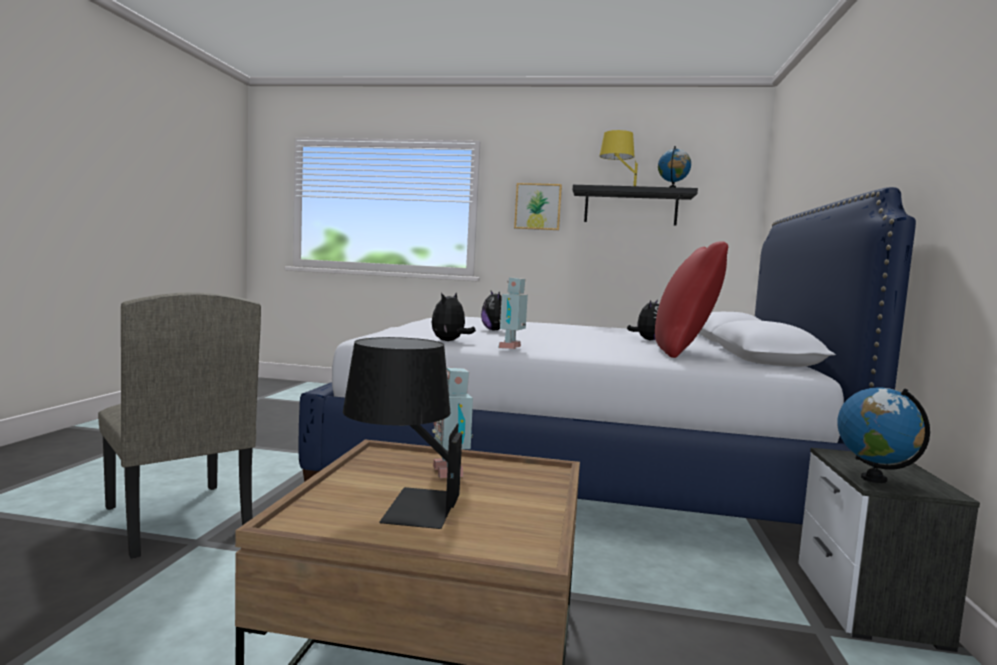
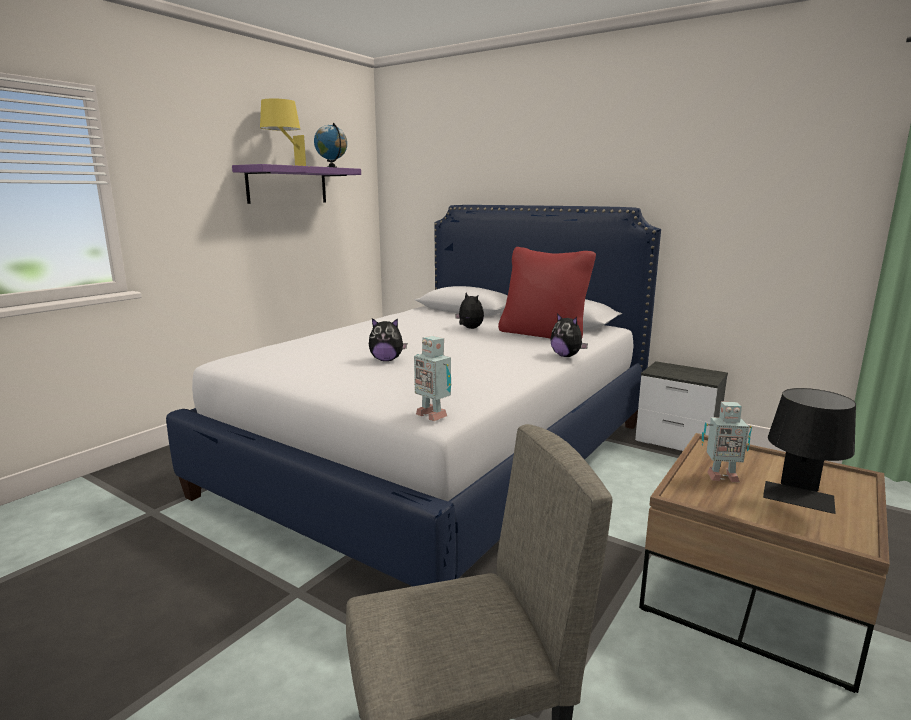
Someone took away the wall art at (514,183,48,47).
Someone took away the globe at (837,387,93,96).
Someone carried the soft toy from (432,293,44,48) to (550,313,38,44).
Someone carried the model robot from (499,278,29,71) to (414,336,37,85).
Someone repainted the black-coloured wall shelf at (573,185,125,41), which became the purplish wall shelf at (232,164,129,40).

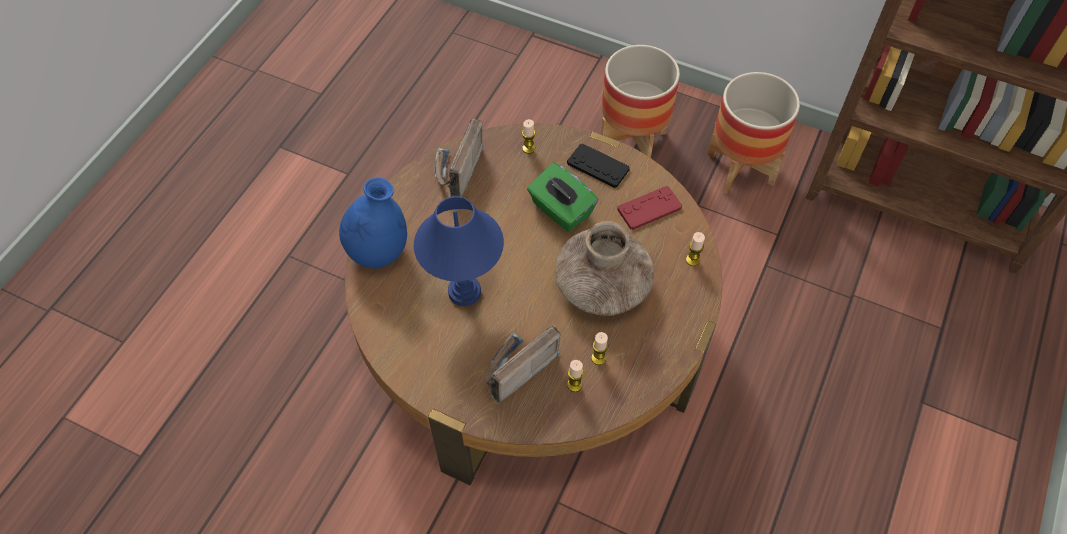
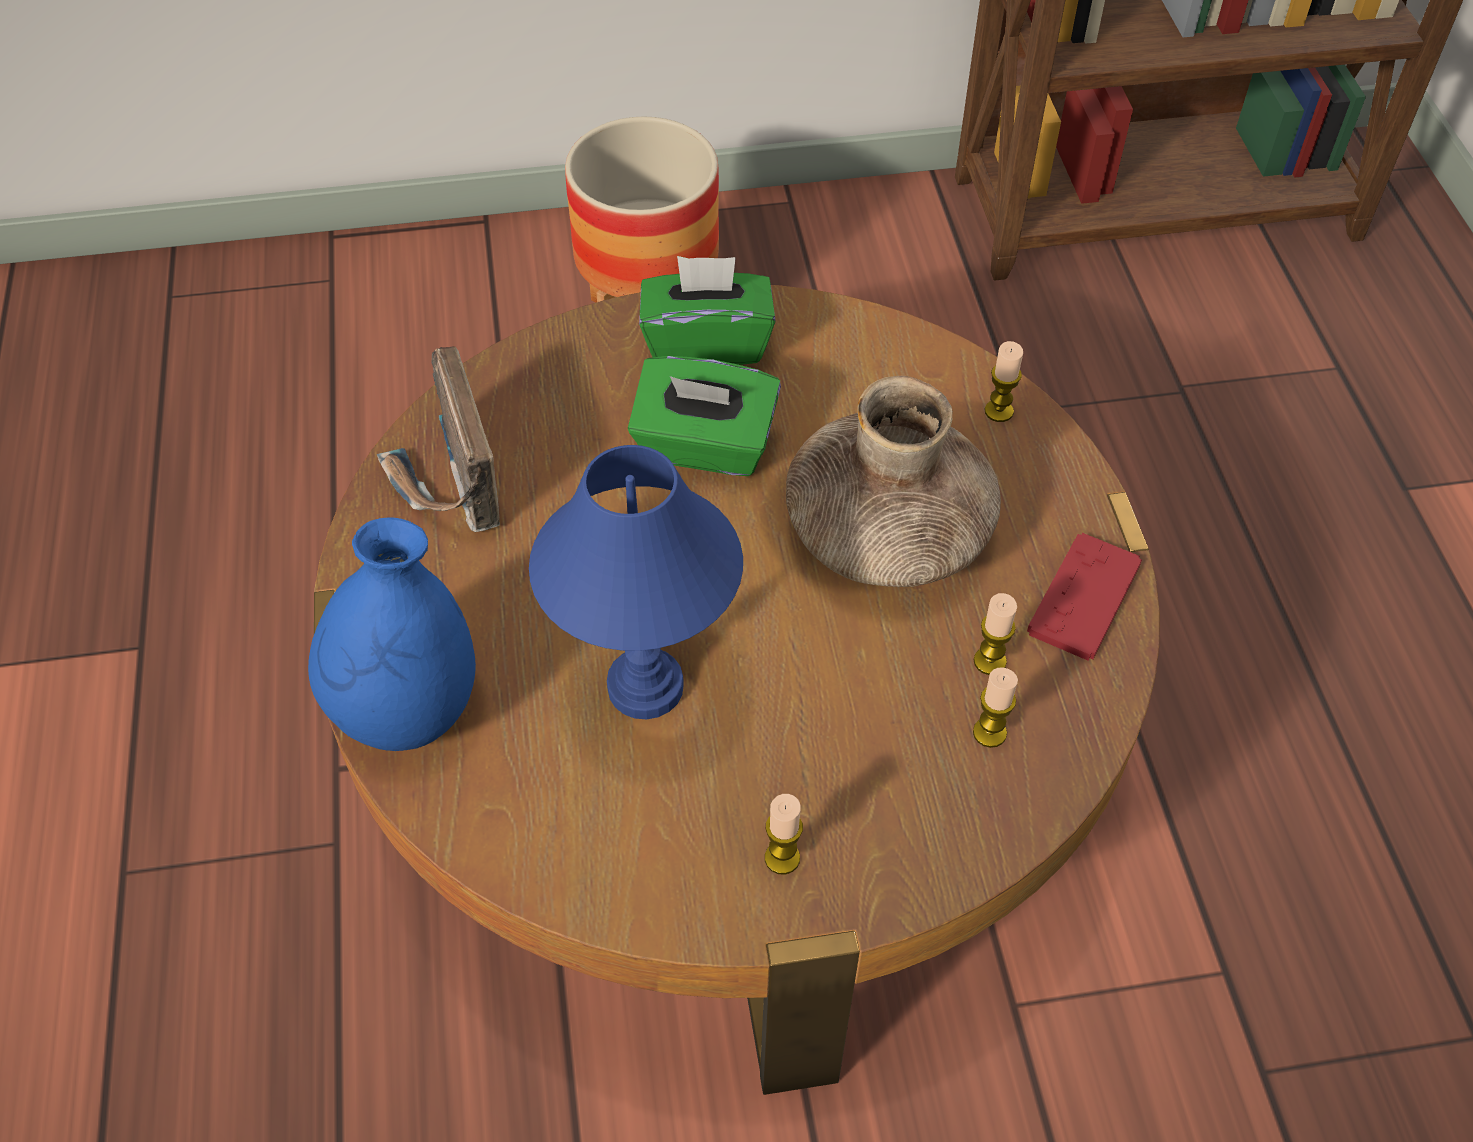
Someone took away the radio receiver at (485,326,76,77).
Someone took away the flower pot at (708,72,92,122).
Someone carried the wax candle from (522,119,13,35) to (765,794,38,81).
Someone carried the red game controller from (617,186,65,44) to (1027,533,115,128).
Someone swapped the black-coloured game controller at (567,143,63,45) for the green-coloured tissue box at (639,256,137,109).

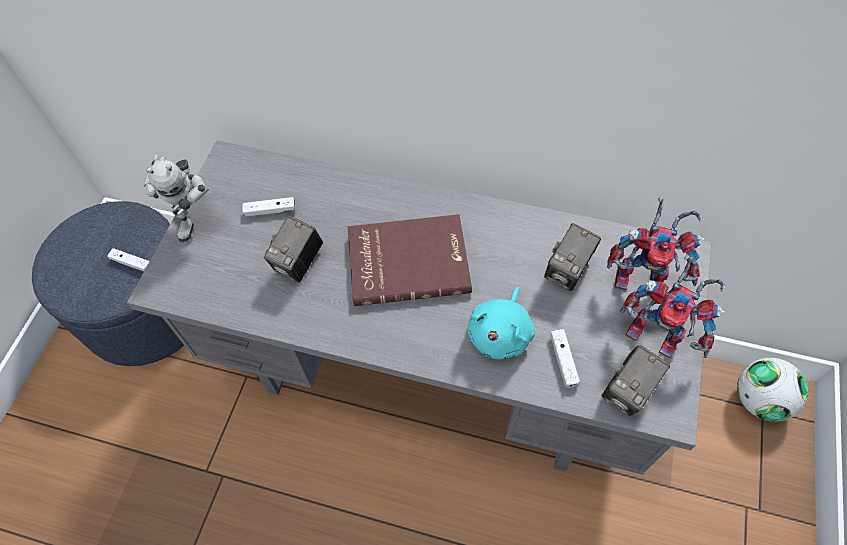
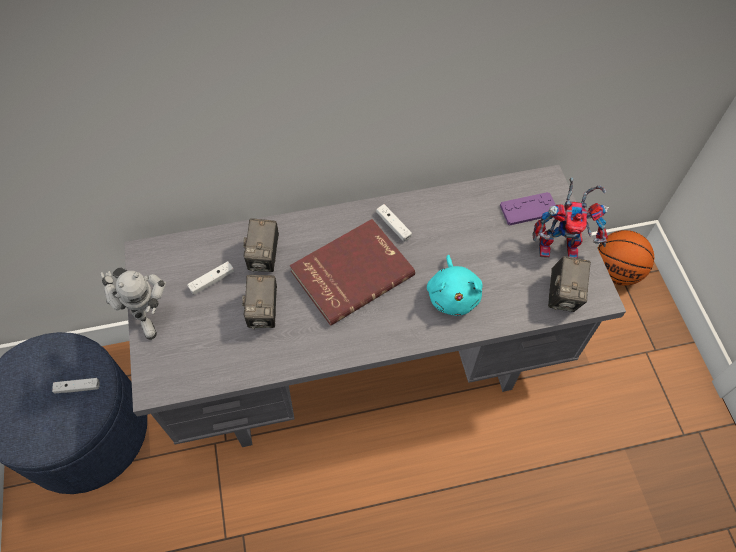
Someone carried the photo camera from (544,223,57,68) to (243,218,36,54).
Someone carried the whitish game controller from (550,329,30,59) to (376,204,36,38).
Someone swapped the model robot at (607,197,97,93) for the purplish game controller at (500,192,56,33).
Someone swapped the ball for football at (737,358,71,64) for the basketball ball at (598,230,56,56).

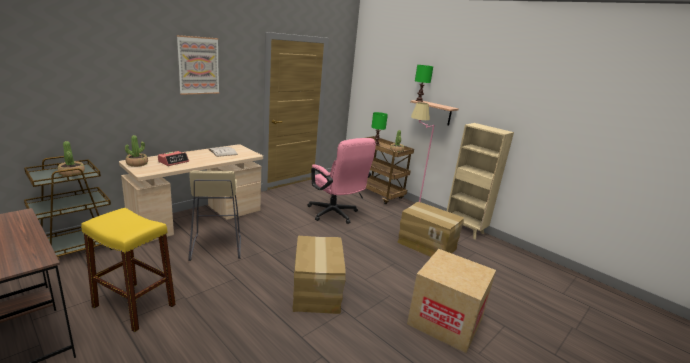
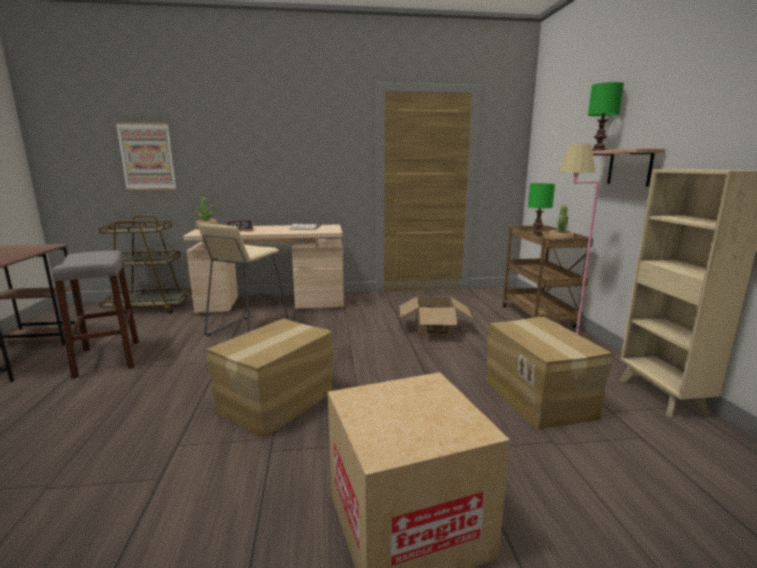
Someone took away the houseplant at (57,141,28,36).
Someone carried the wall art from (177,35,42,60) to (116,122,60,68).
Someone swapped the pink office chair at (307,138,69,86) for the cardboard box at (400,296,73,39).
Someone repainted the yellow-coloured stool at (81,208,95,124), which became the greyish stool at (52,251,87,128).

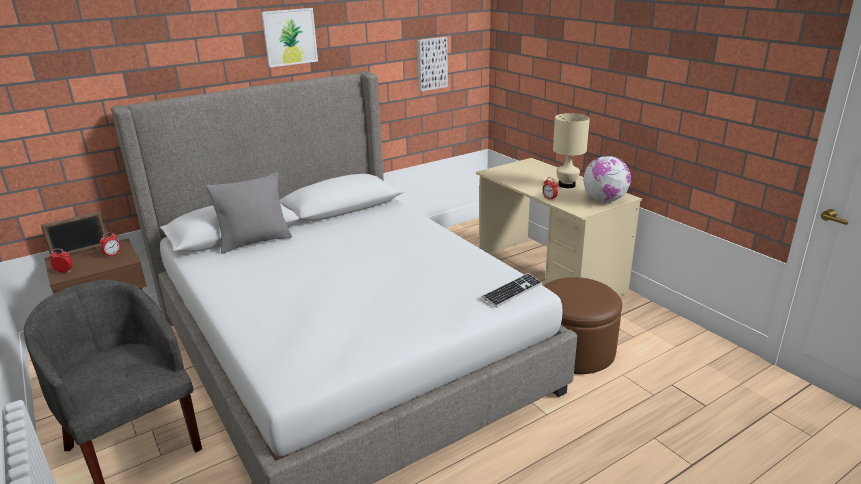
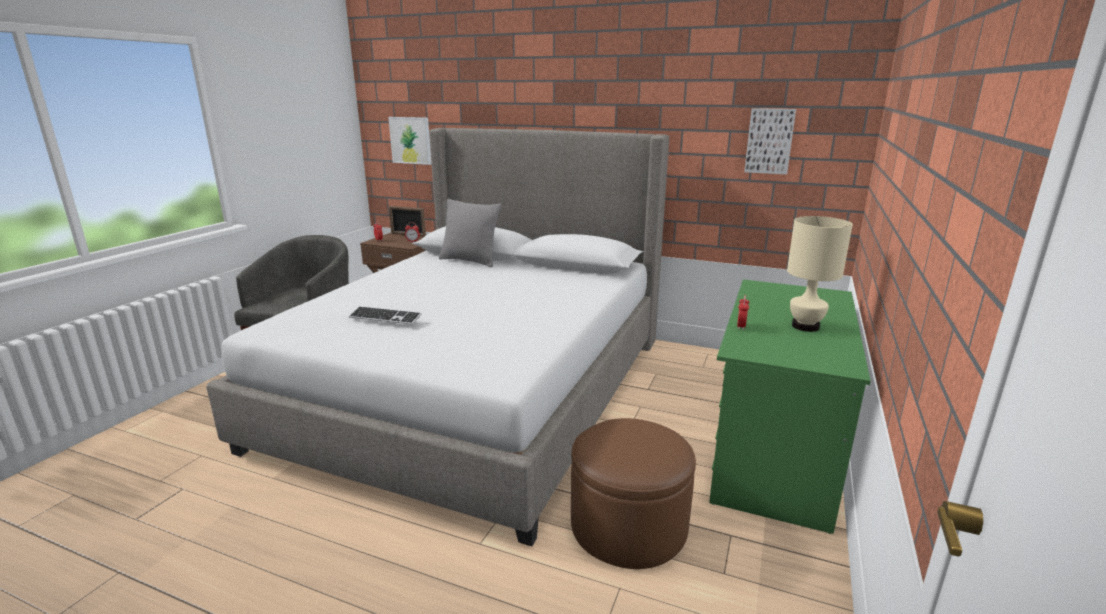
Someone took away the globe at (583,156,48,46).
Someone carried the wall art from (261,8,57,59) to (388,117,43,48).
Someone carried the PC keyboard from (482,273,60,34) to (349,306,73,19).
Someone repainted the beige-coloured desk table at (476,158,166,138), which became the green-coloured desk table at (709,279,162,255).

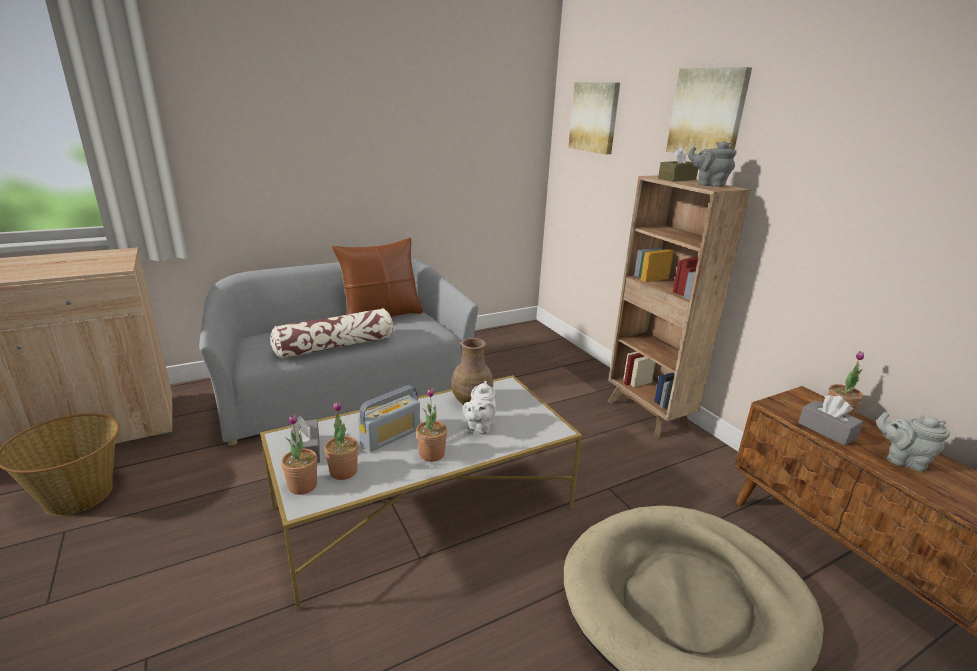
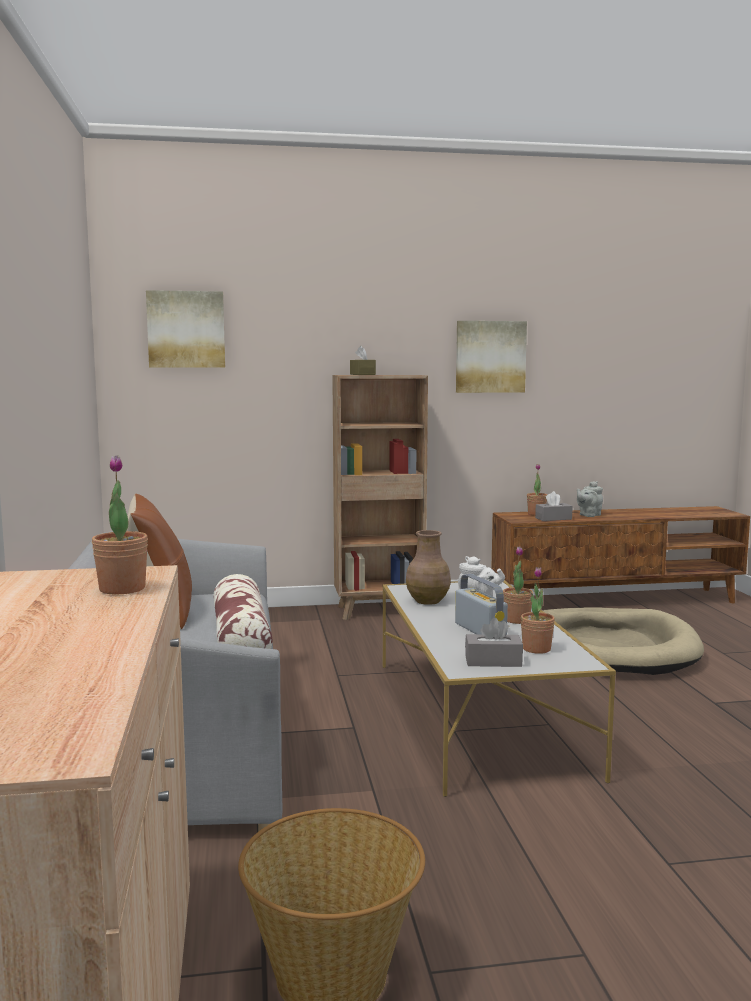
Someone took away the greyish pot for tea at (688,141,49,46).
Someone carried the houseplant from (281,414,36,81) to (92,455,56,139).
Someone carried the wall art from (666,67,86,88) to (456,321,71,72).

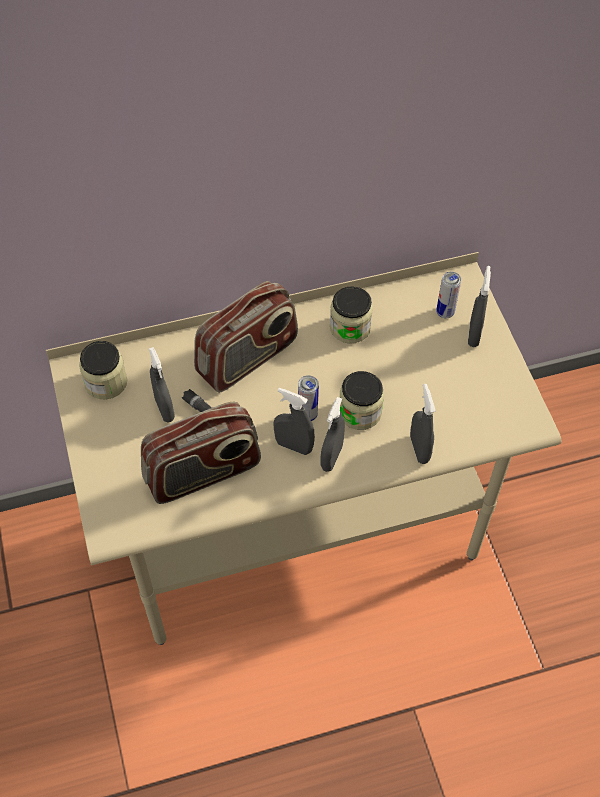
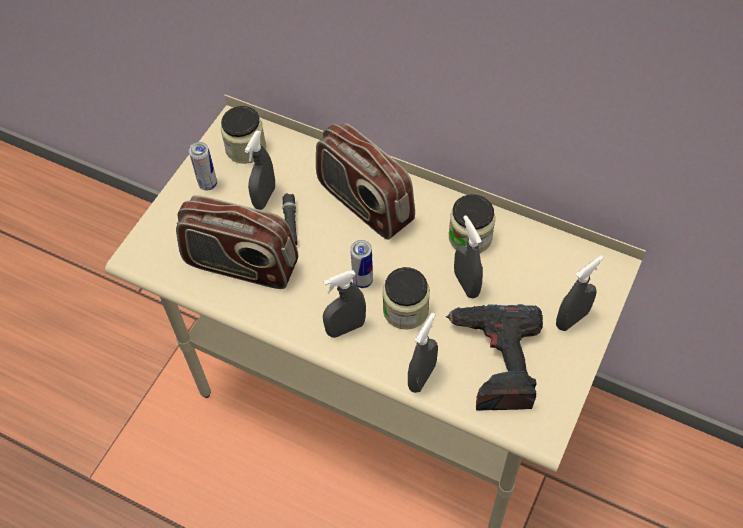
Someone put down the drill at (445,304,98,107).
Someone carried the greyish sprayer from (273,388,42,67) to (454,215,29,83).
Someone carried the sealed can from (436,271,25,47) to (189,142,28,49).
Someone rotated the radio receiver at (194,281,104,112) by 45 degrees clockwise.

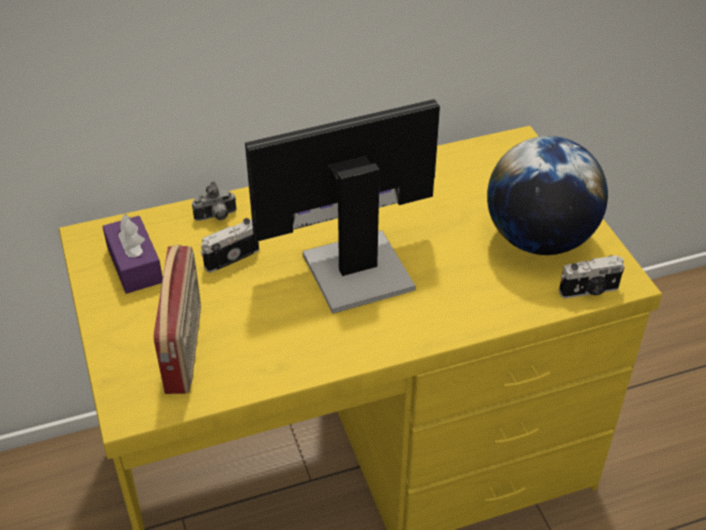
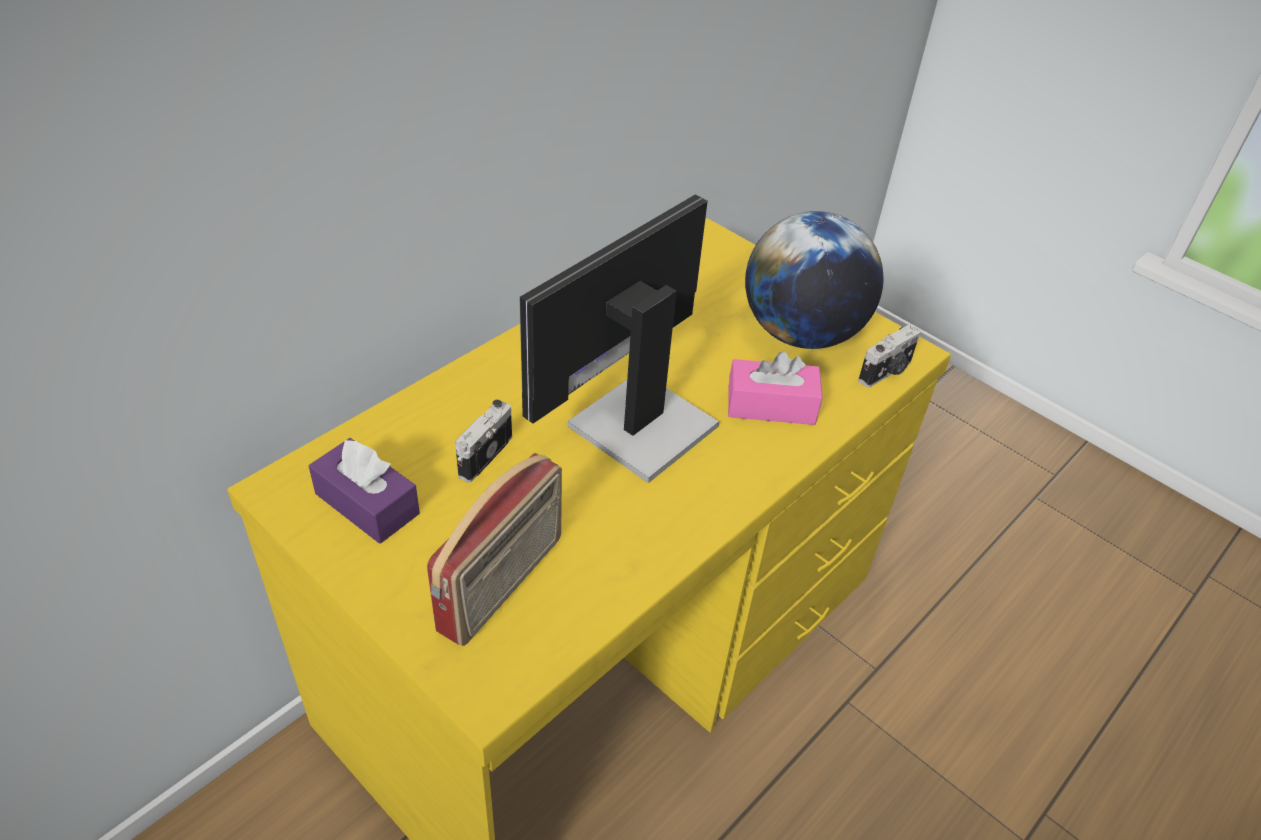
Someone took away the photo camera at (192,181,44,40).
Someone put down the pink tissue box at (728,351,95,74).
Someone rotated the radio receiver at (154,245,47,149) by 60 degrees clockwise.

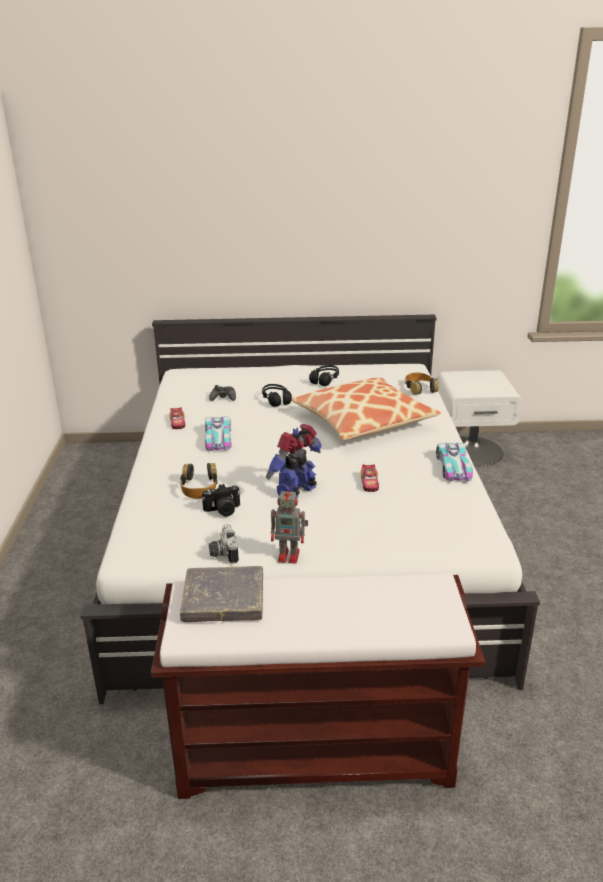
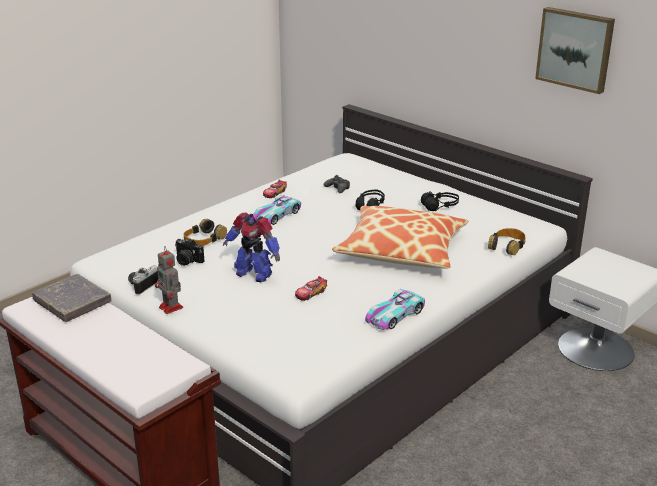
Someone put up the wall art at (535,7,80,87).
Someone rotated the model robot at (266,424,56,74) by 150 degrees counterclockwise.

